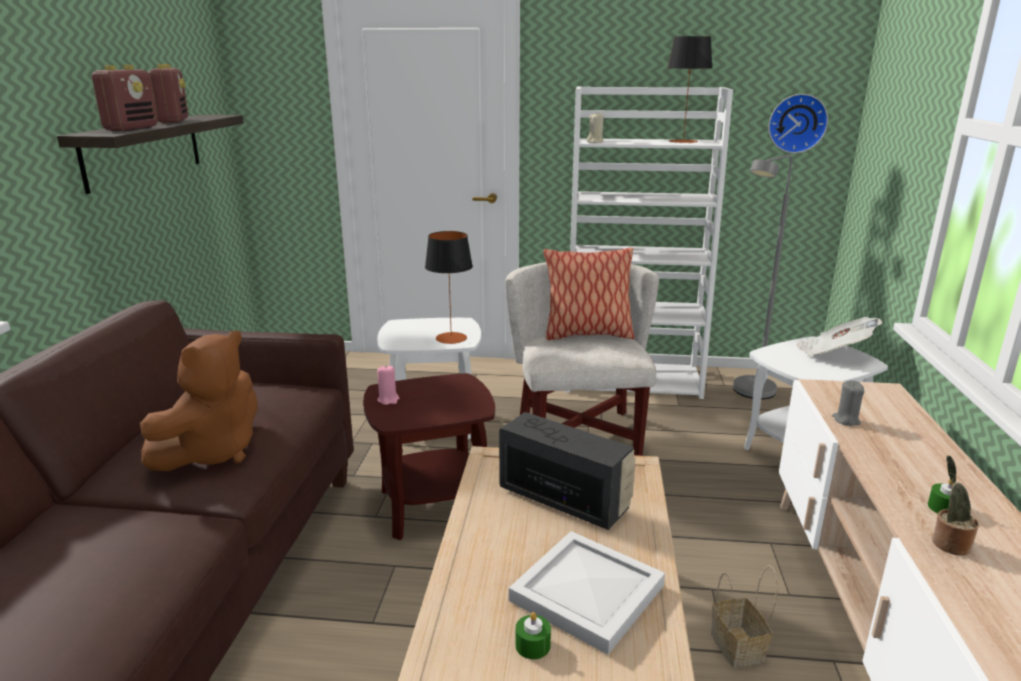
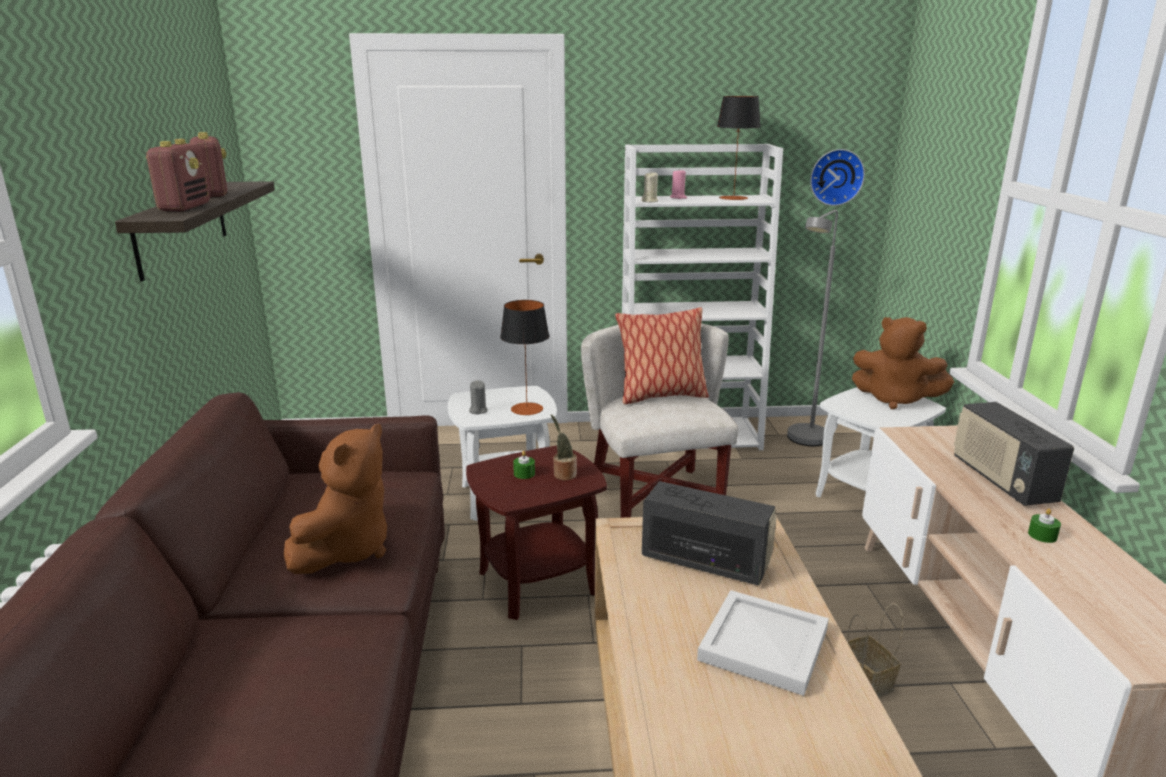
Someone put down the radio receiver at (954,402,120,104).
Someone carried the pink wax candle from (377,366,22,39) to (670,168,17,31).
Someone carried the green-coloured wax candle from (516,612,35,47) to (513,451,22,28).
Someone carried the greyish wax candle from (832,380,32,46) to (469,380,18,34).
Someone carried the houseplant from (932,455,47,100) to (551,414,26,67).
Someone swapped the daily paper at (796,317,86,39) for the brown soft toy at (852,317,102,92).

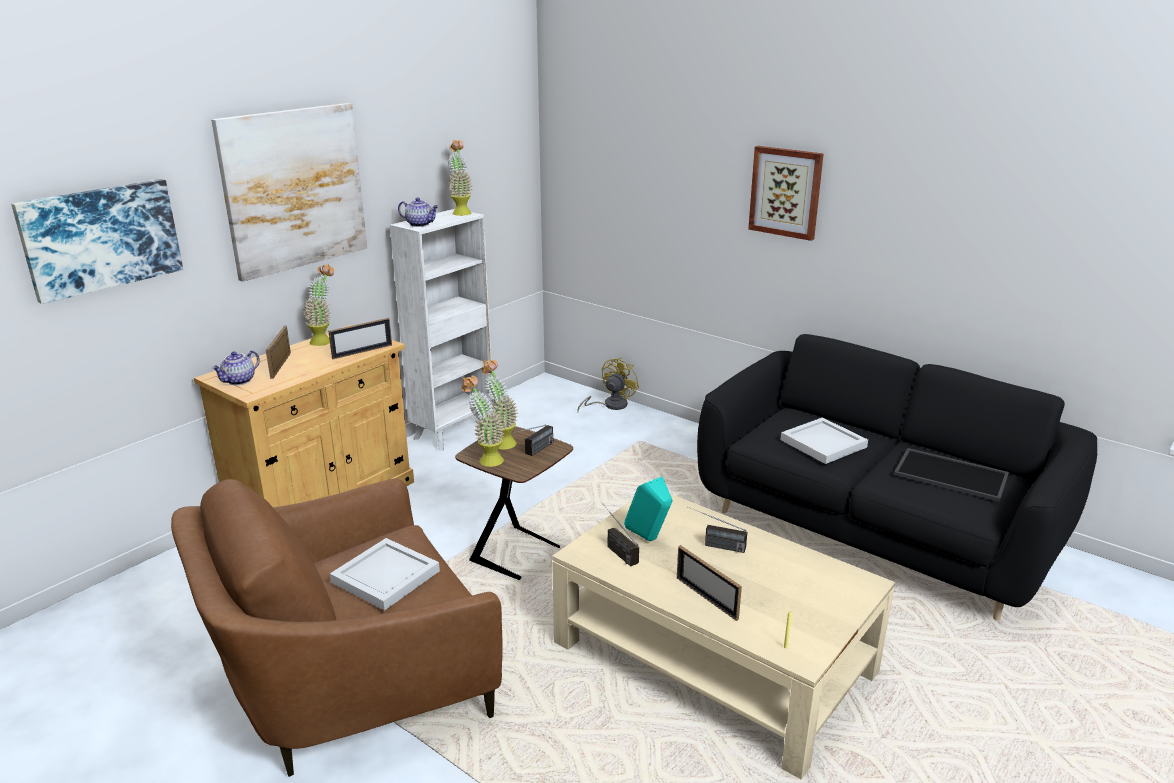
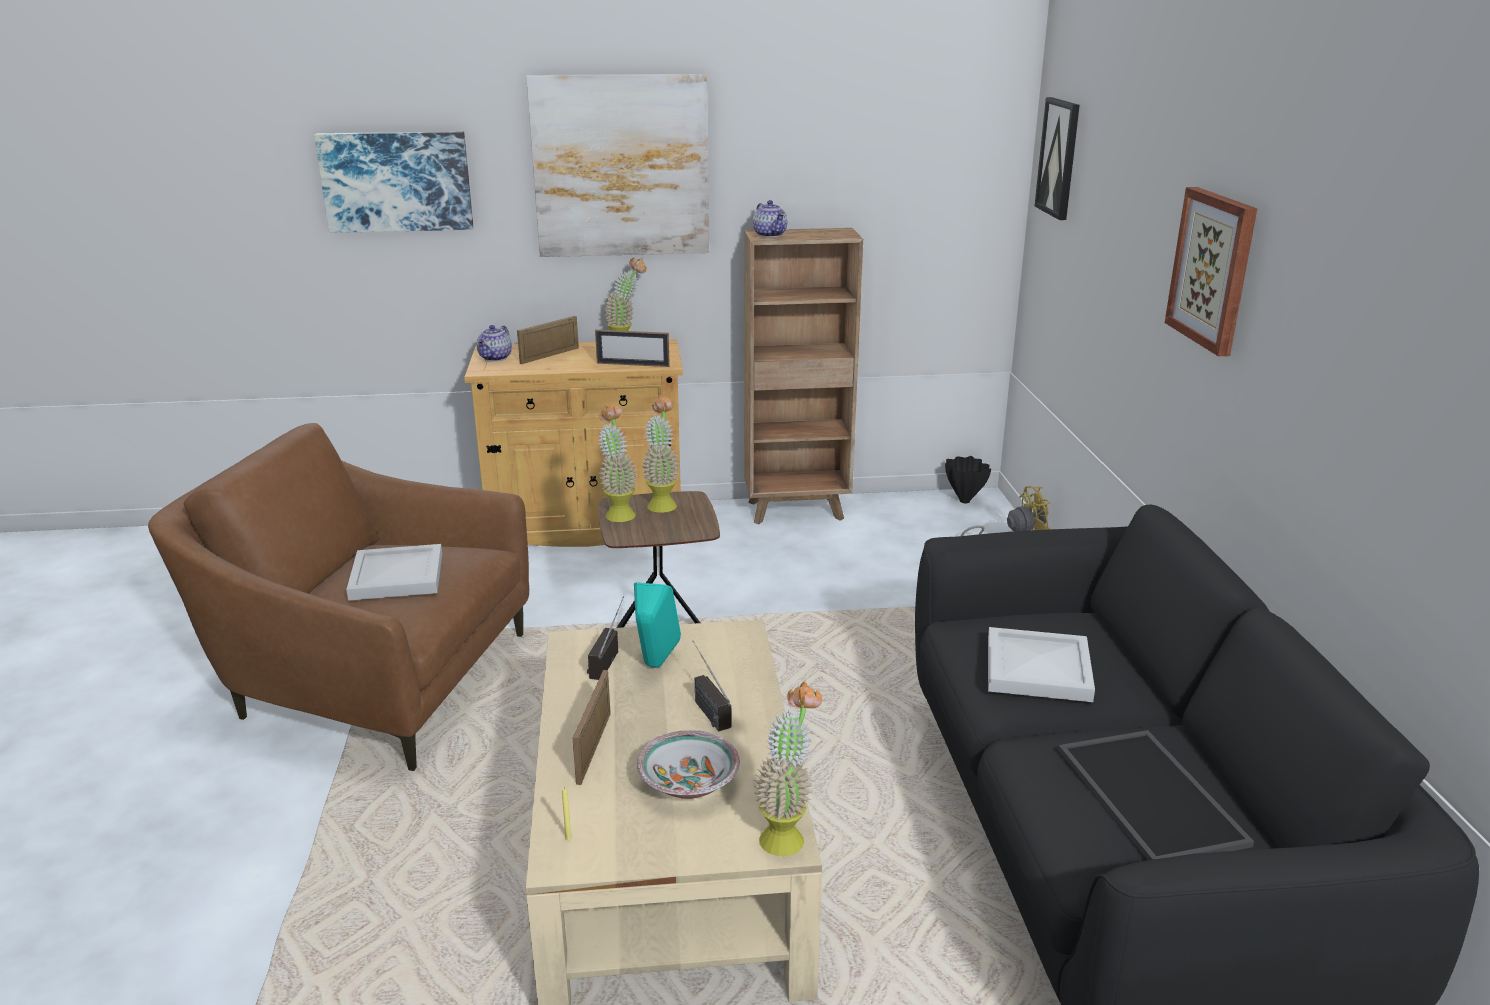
Someone took away the radio receiver at (512,424,42,32).
Someone put down the deep dish at (637,730,103,69).
Someone put down the black-coloured flower vase at (945,456,46,47).
Someone put up the wall art at (1034,97,46,123).
Someone carried the houseplant from (447,140,26,76) to (754,680,68,176).
Someone repainted the whitish shelving unit at (390,209,102,242), which became the brown shelving unit at (744,228,119,296).
Someone rotated the pot for tea at (212,351,48,34) by 60 degrees counterclockwise.

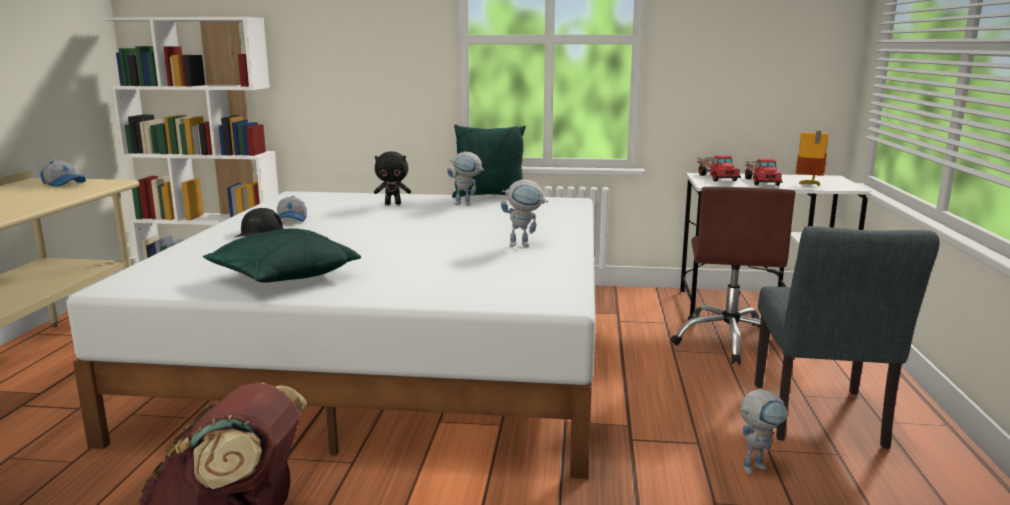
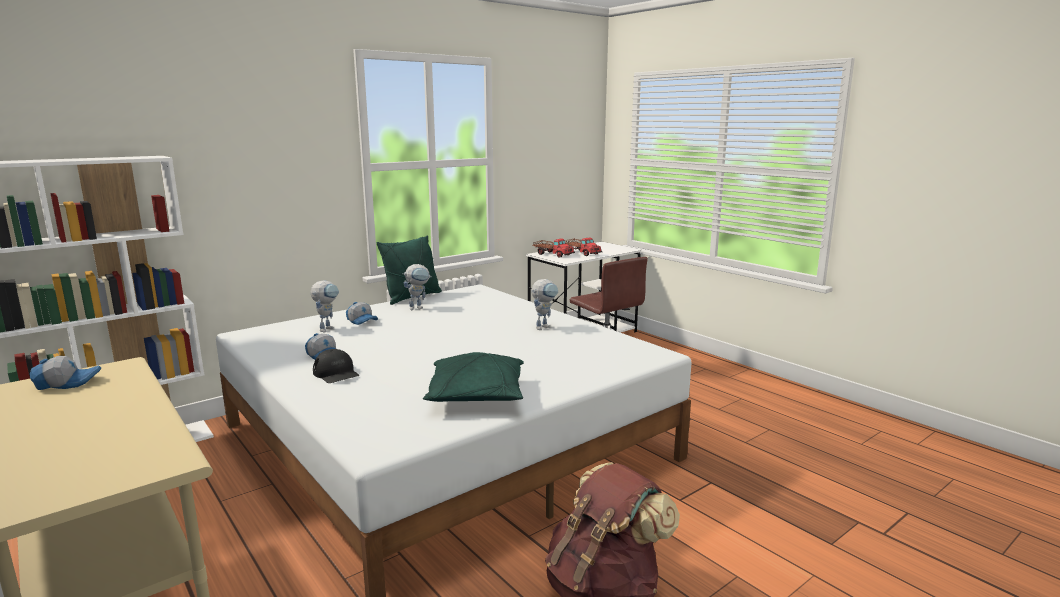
Someone took away the greyish plain chair at (755,226,185,223).
Someone took away the toy house at (796,131,33,55).
Someone carried the model robot from (740,389,48,86) to (311,280,28,53).
Someone swapped the black-coloured soft toy at (374,152,37,53) for the baseball cap at (346,302,32,23).

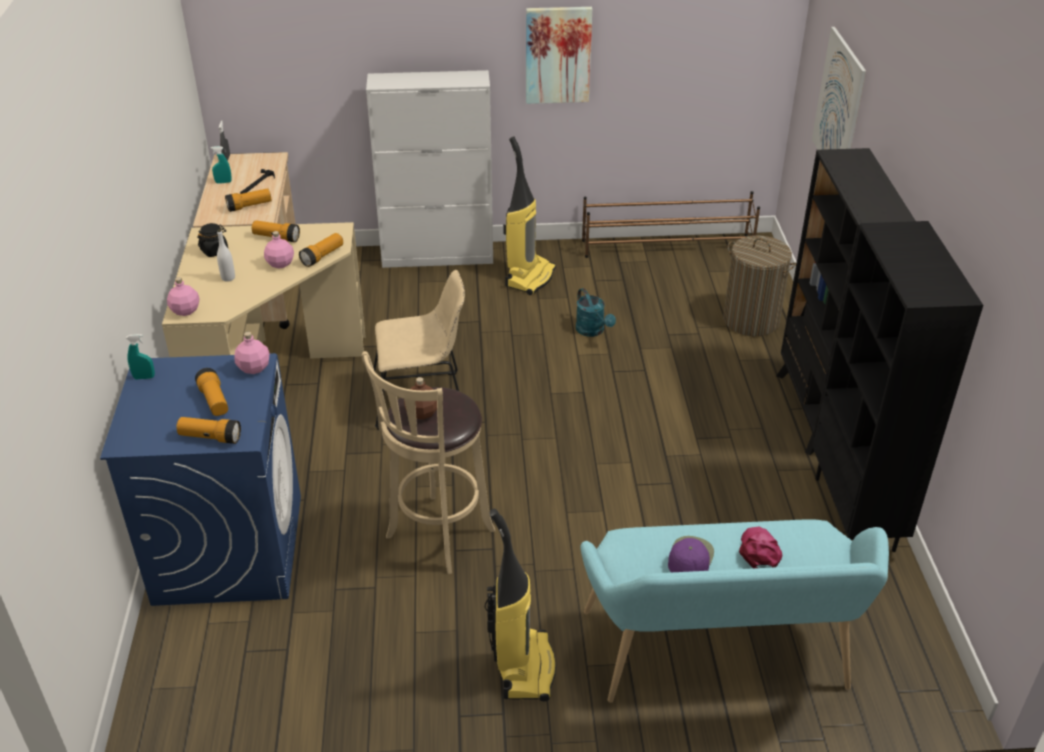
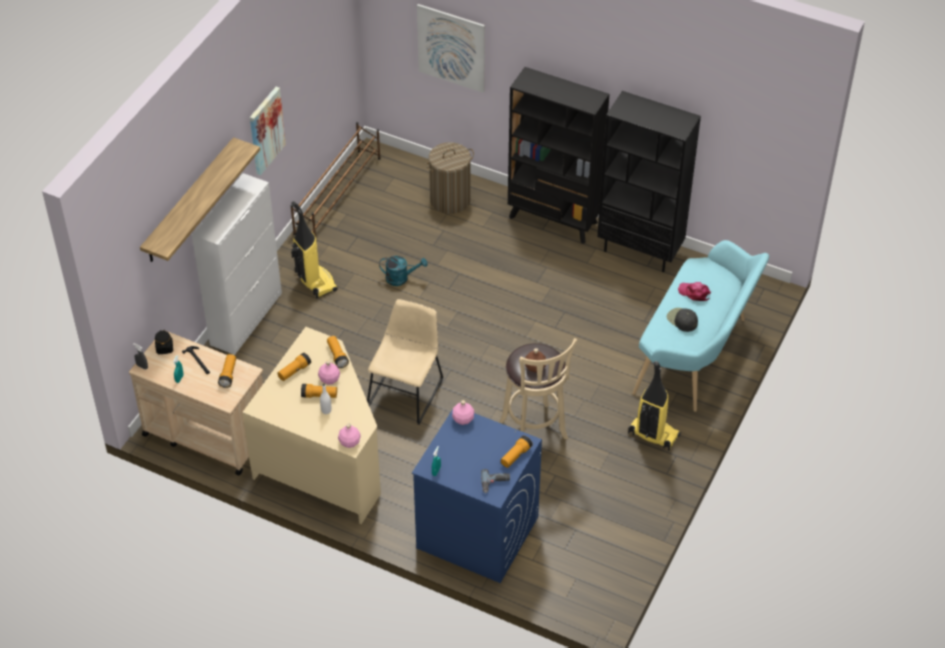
Someone put up the wall shelf at (140,137,120,125).
Someone put down the drill at (481,469,29,24).
Someone carried the hand torch from (195,368,33,48) to (301,384,36,14).
Someone carried the black-coloured jar from (197,223,31,34) to (155,330,18,24).
Someone repainted the purplish baseball cap at (668,536,46,36), which became the black-coloured baseball cap at (667,308,31,24).

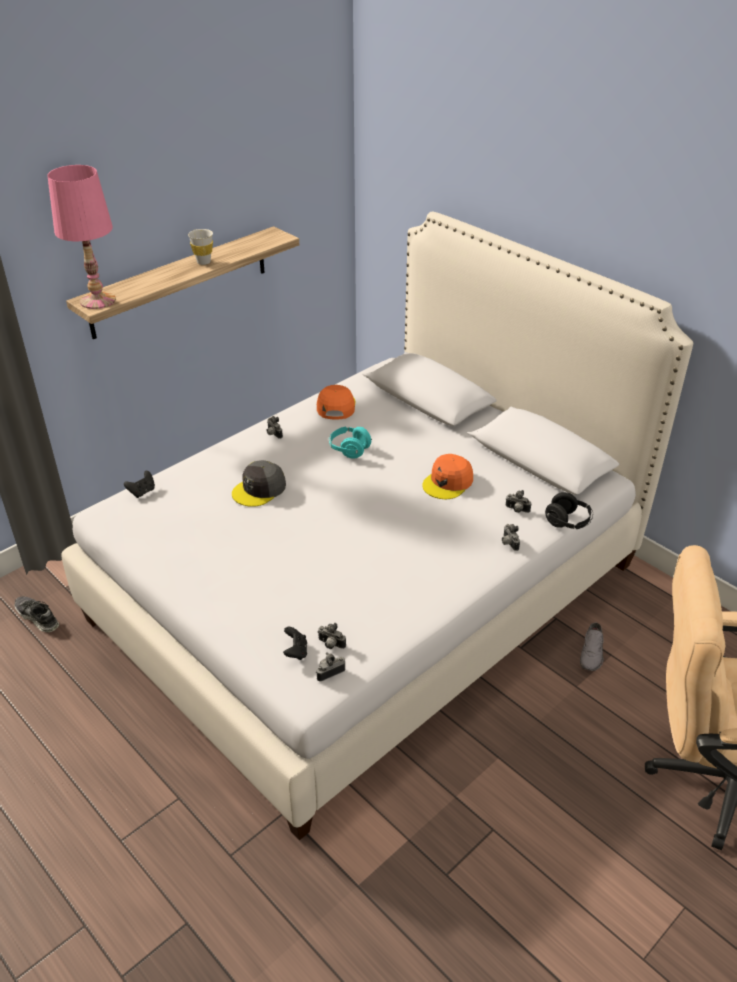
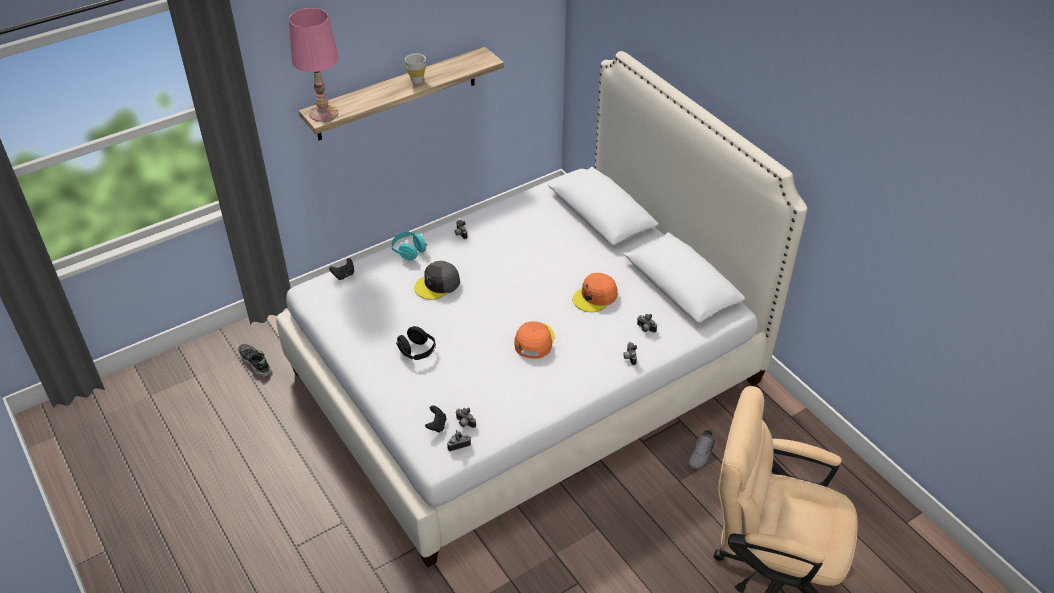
Someone carried the orangey baseball cap from (317,385,38,34) to (514,321,40,38).
Someone carried the turquoise headphones from (329,427,43,32) to (391,231,36,29).
Someone carried the black-coloured headphones from (545,492,48,37) to (396,326,40,34).

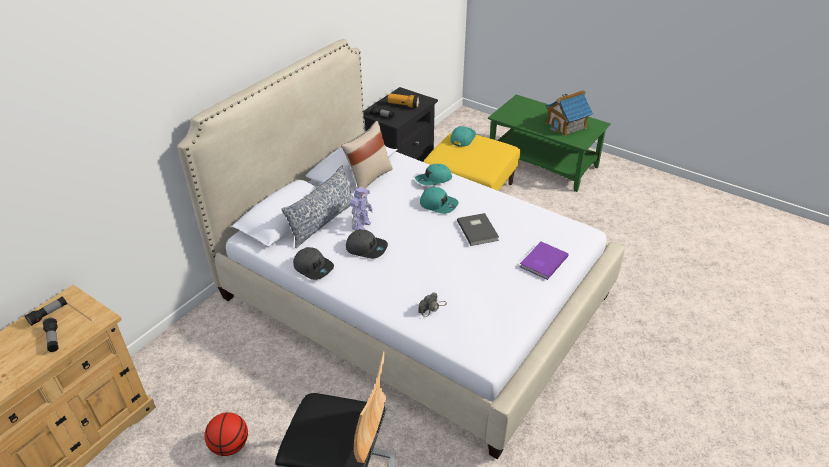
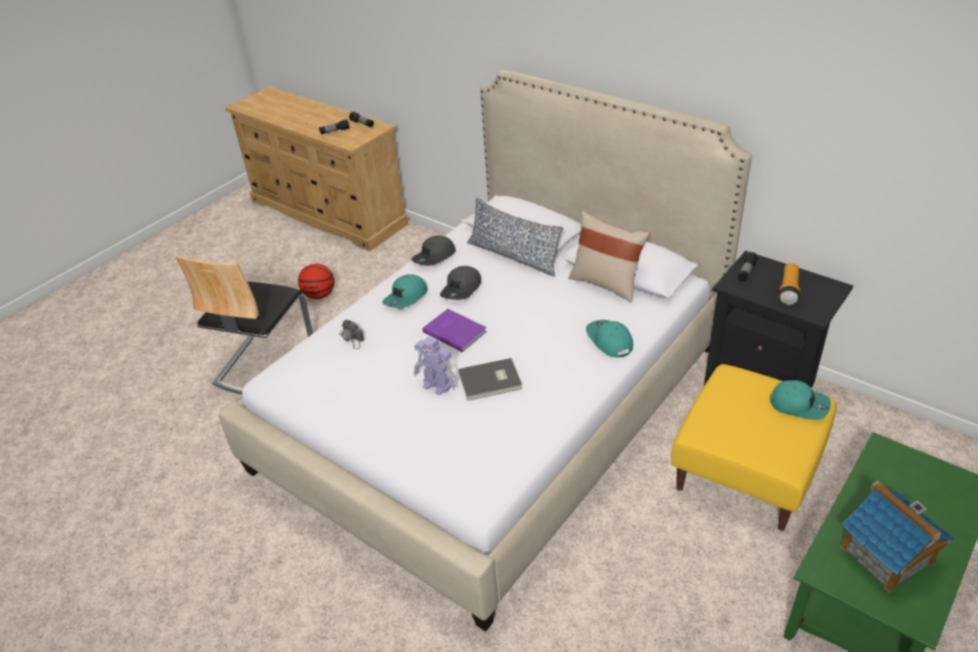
Someone carried the model robot from (350,187,23,44) to (414,336,42,59).
Someone carried the turquoise baseball cap from (420,187,39,27) to (382,274,46,34).
Someone carried the purplish bound book from (520,242,49,38) to (422,309,65,43).

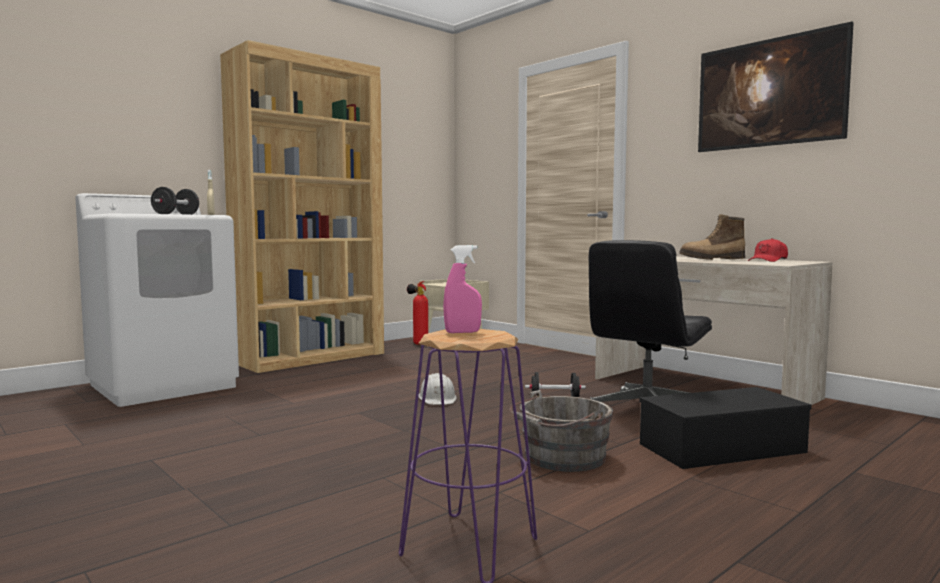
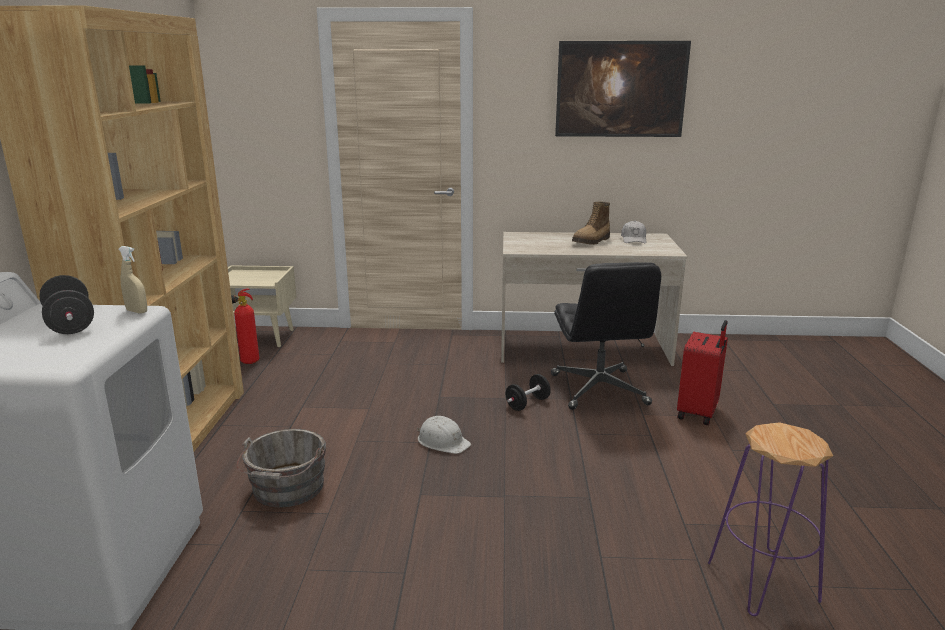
Someone took away the pink sprayer at (443,245,39,88).
Someone carried the greyish pail from (509,390,104,82) to (236,429,90,78).
Someone swapped the black-coloured storage container at (639,387,173,82) for the red suitcase at (677,320,51,105).
Someone repainted the red baseball cap at (748,238,40,24), which became the whitish baseball cap at (621,221,25,23).

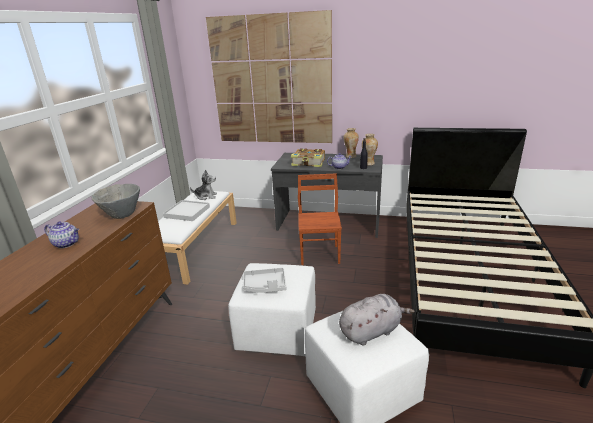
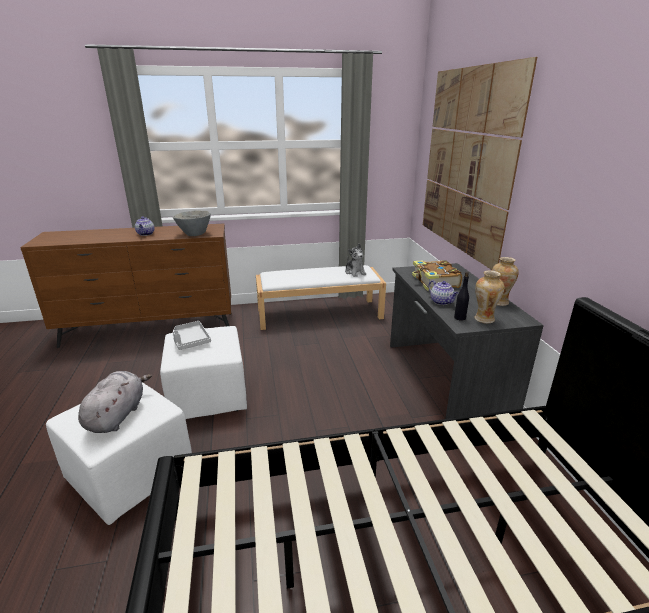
Someone took away the whitish tray at (163,200,47,21).
Someone took away the brown plain chair at (298,174,44,91).
Someone rotated the greyish soft toy at (339,294,76,52) by 120 degrees counterclockwise.

